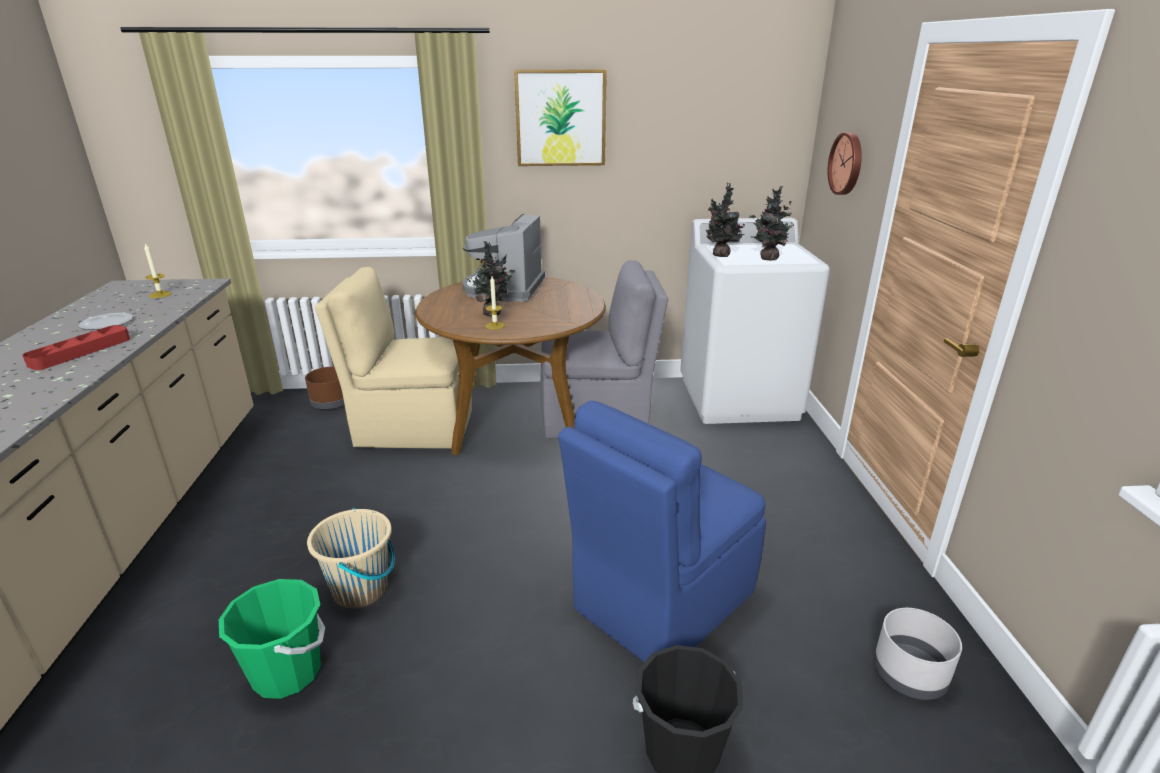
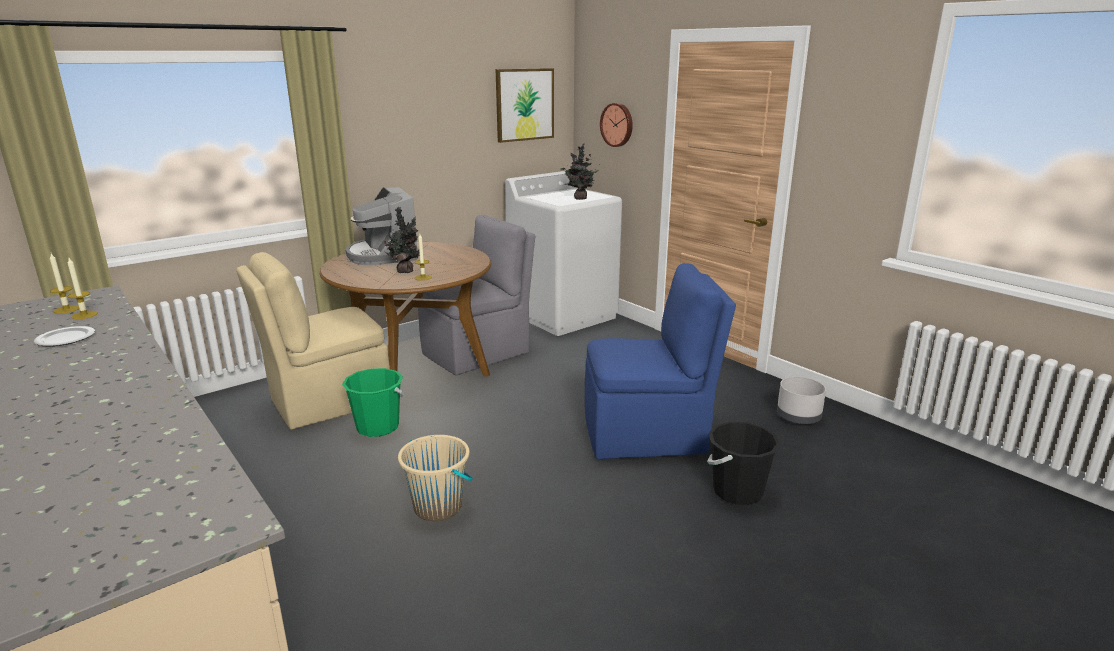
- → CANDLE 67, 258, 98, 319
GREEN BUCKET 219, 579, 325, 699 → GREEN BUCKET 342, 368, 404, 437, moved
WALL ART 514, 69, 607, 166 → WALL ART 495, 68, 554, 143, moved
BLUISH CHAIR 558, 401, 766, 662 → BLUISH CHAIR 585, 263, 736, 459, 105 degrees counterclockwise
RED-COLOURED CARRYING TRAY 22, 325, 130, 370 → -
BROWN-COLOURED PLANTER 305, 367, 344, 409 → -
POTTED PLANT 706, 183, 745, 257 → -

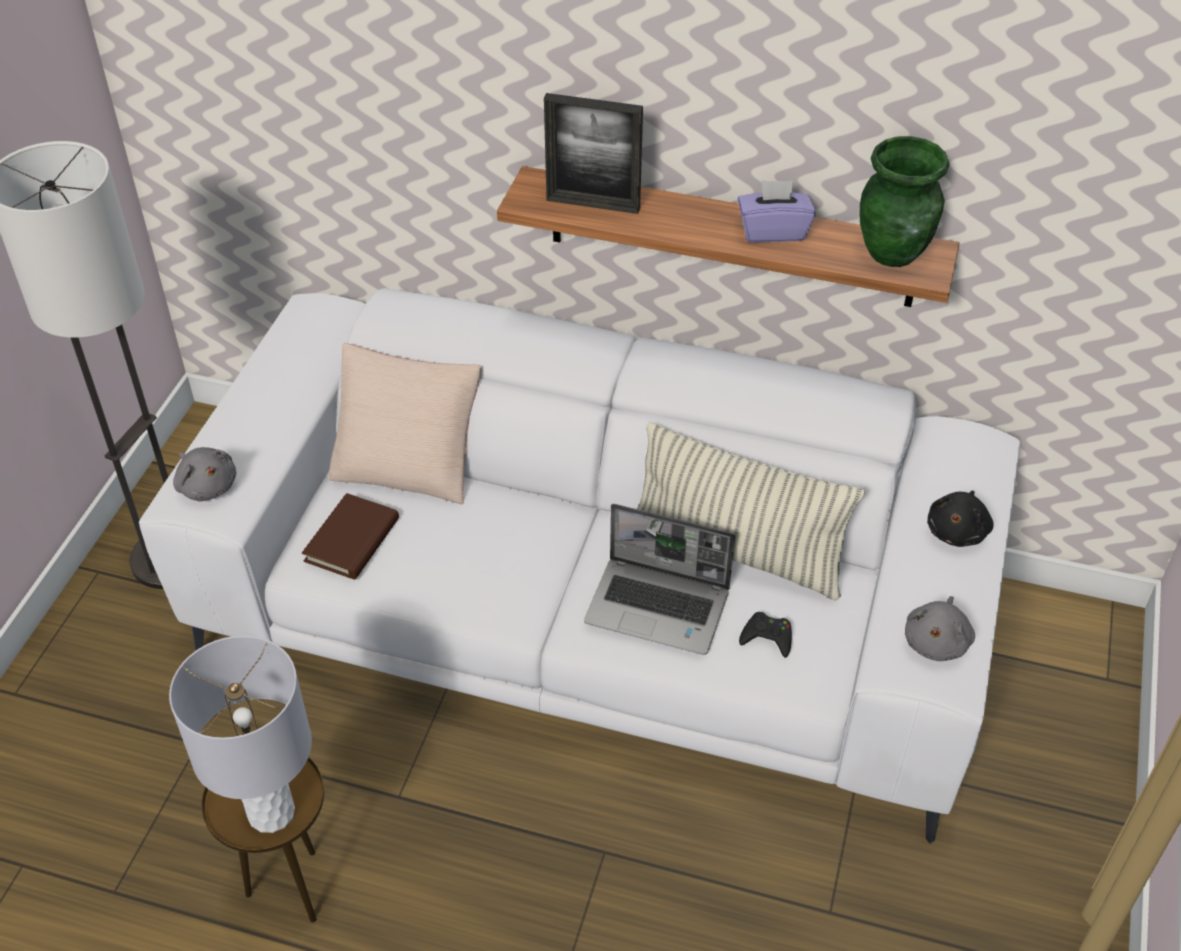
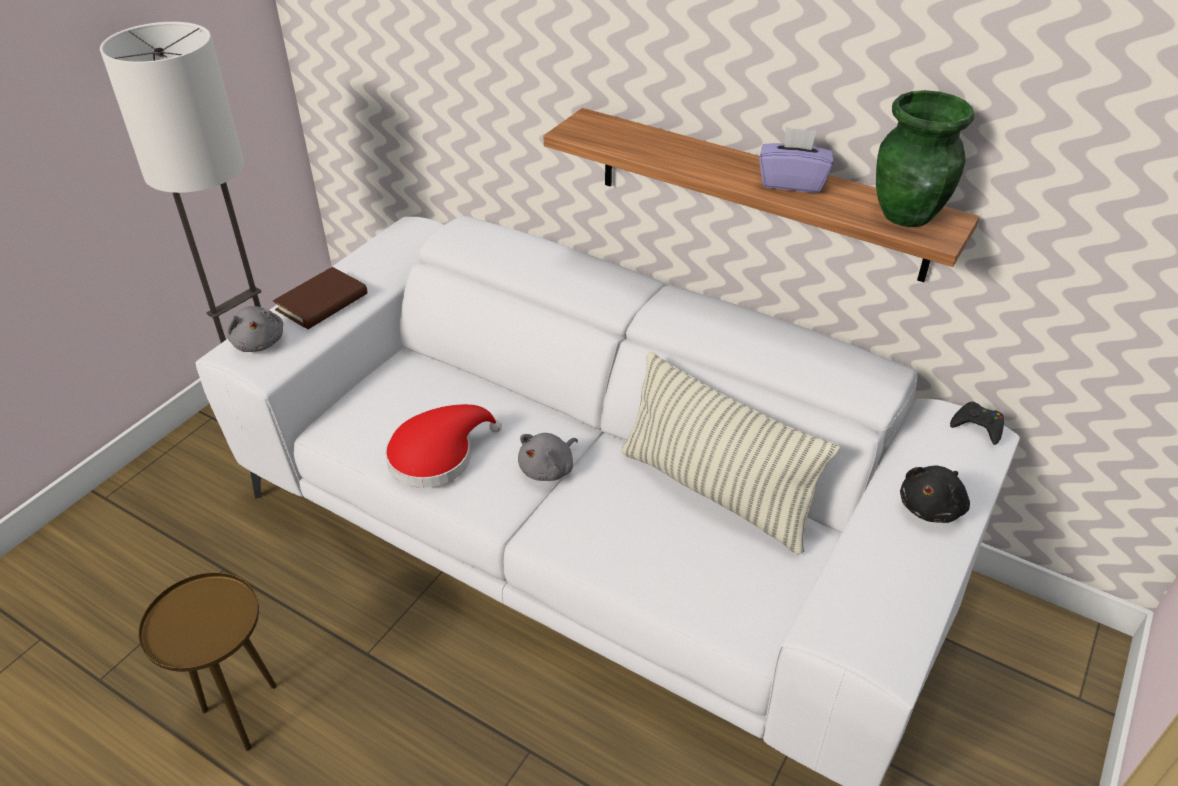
BROWN-COLOURED BOOK 302, 493, 399, 580 → BROWN-COLOURED BOOK 273, 267, 367, 329, moved
- → RED-COLOURED WEARABLE HAT 385, 404, 502, 488
GREYISH SOFT TOY 905, 596, 975, 661 → GREYISH SOFT TOY 518, 433, 578, 481, moved
BLACK-COLOURED GAME CONTROLLER 739, 612, 792, 658 → BLACK-COLOURED GAME CONTROLLER 950, 401, 1004, 445, moved
GREYISH LAMP FOR A TABLE 169, 635, 312, 833 → -
SAND-COLOURED CUSHION 329, 343, 482, 504 → -
PHOTO FRAME 544, 93, 643, 214 → -
PORTABLE COMPUTER 584, 504, 735, 655 → -

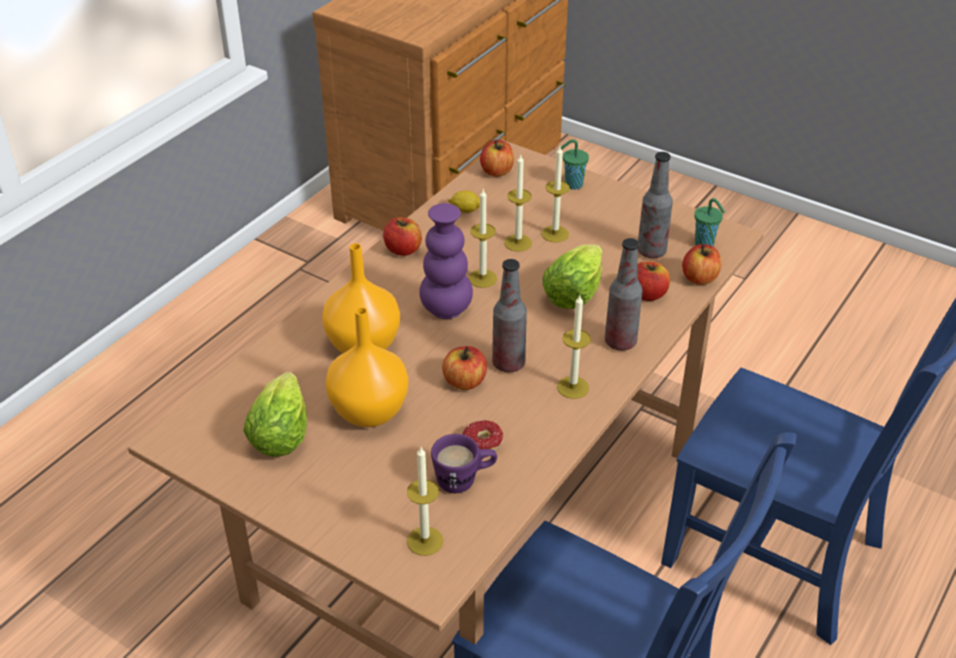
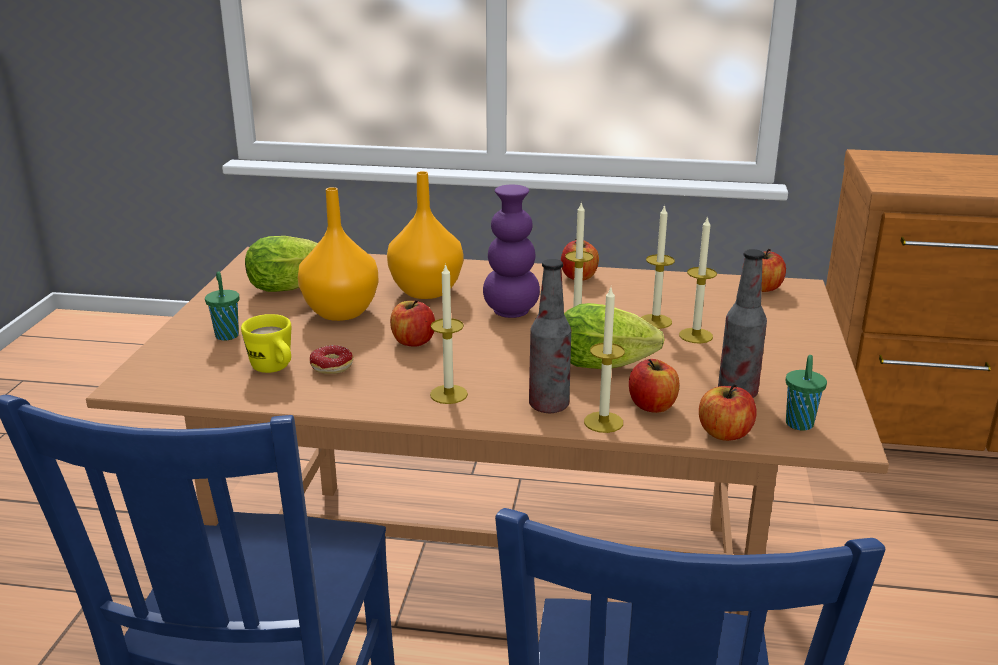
GREEN SMALL CUP 561, 139, 589, 190 → GREEN SMALL CUP 205, 271, 239, 341, moved
PURPLE MUG 431, 434, 497, 493 → YELLOW-COLOURED MUG 241, 314, 291, 373
CANDLE 407, 447, 444, 556 → CANDLE 584, 288, 625, 433, moved
LEMON 448, 191, 480, 213 → -
BEVERAGE BOTTLE 492, 259, 527, 372 → -

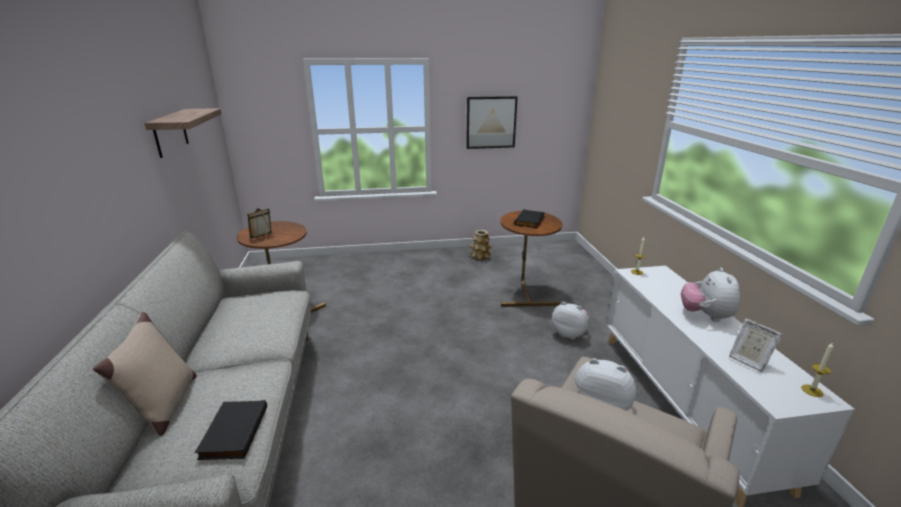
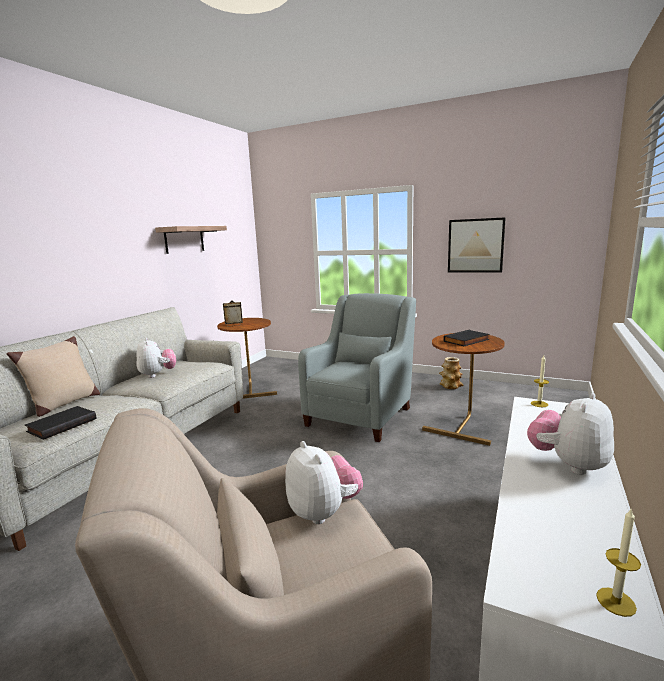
SOFT TOY 552, 302, 589, 340 → SOFT TOY 136, 338, 176, 378, moved
- → GREYISH LOUNGE CHAIR 298, 293, 416, 442
PHOTO FRAME 729, 319, 782, 372 → -

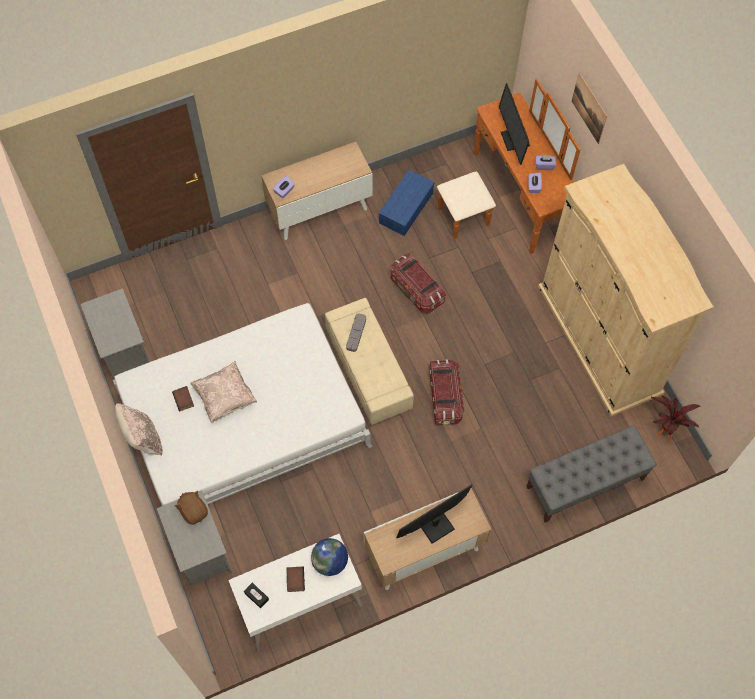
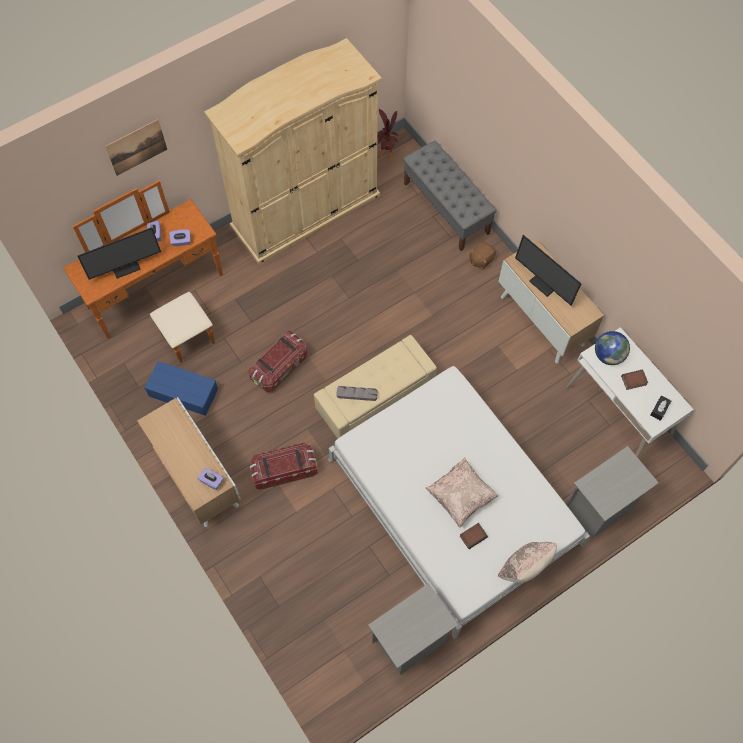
STORAGE CONTAINER 429, 359, 464, 426 → STORAGE CONTAINER 250, 442, 318, 490, moved
BROWN-COLOURED SOFT TOY 175, 491, 208, 525 → BROWN-COLOURED SOFT TOY 469, 242, 496, 270, moved

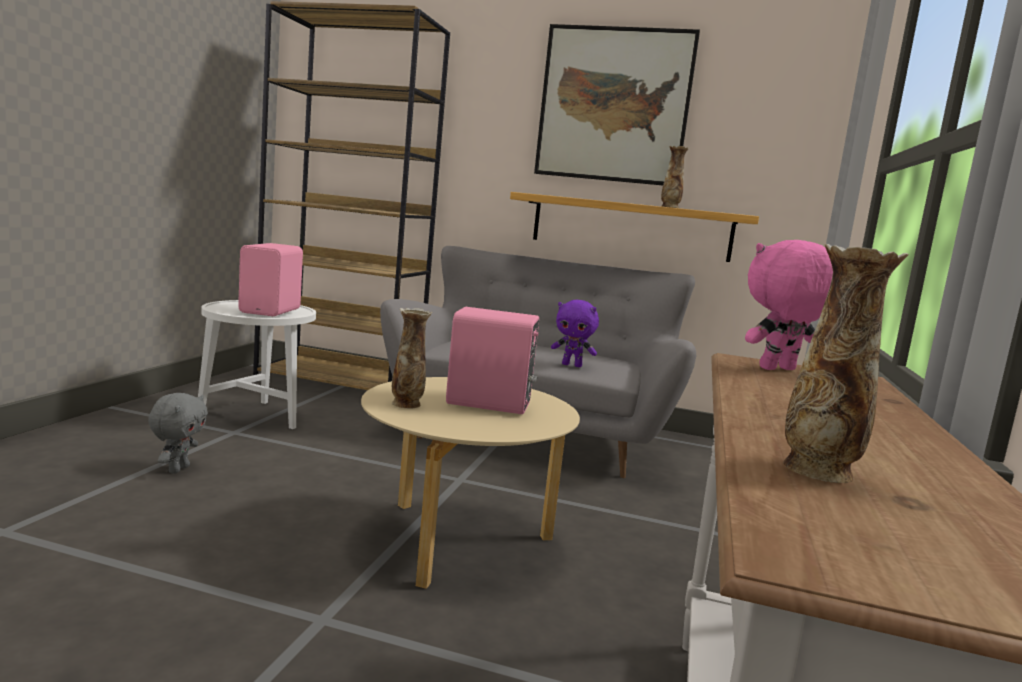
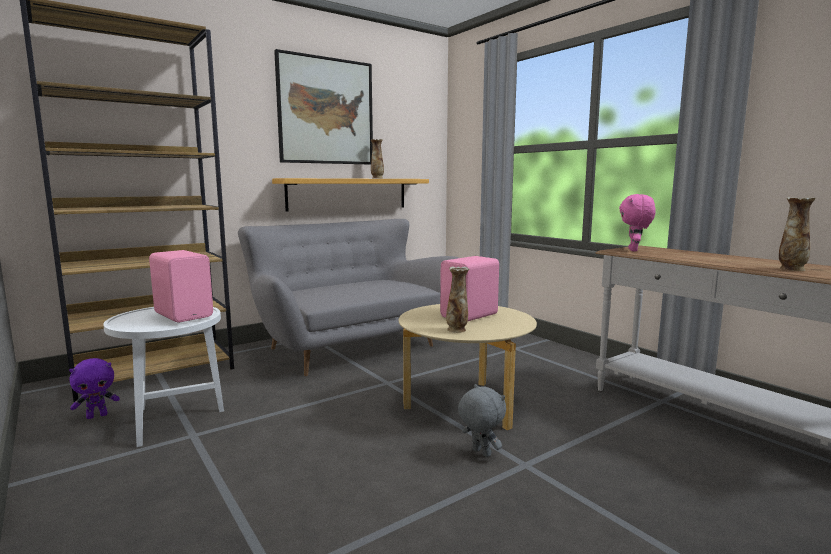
PURPLE SOFT TOY 551, 300, 599, 367 → PURPLE SOFT TOY 69, 358, 120, 419, moved
GREYISH SOFT TOY 148, 393, 208, 474 → GREYISH SOFT TOY 458, 384, 506, 457, moved

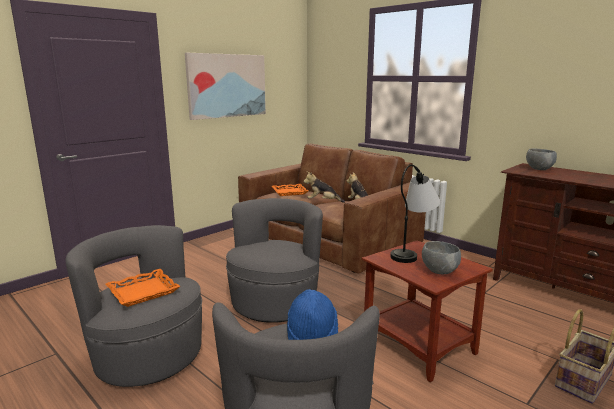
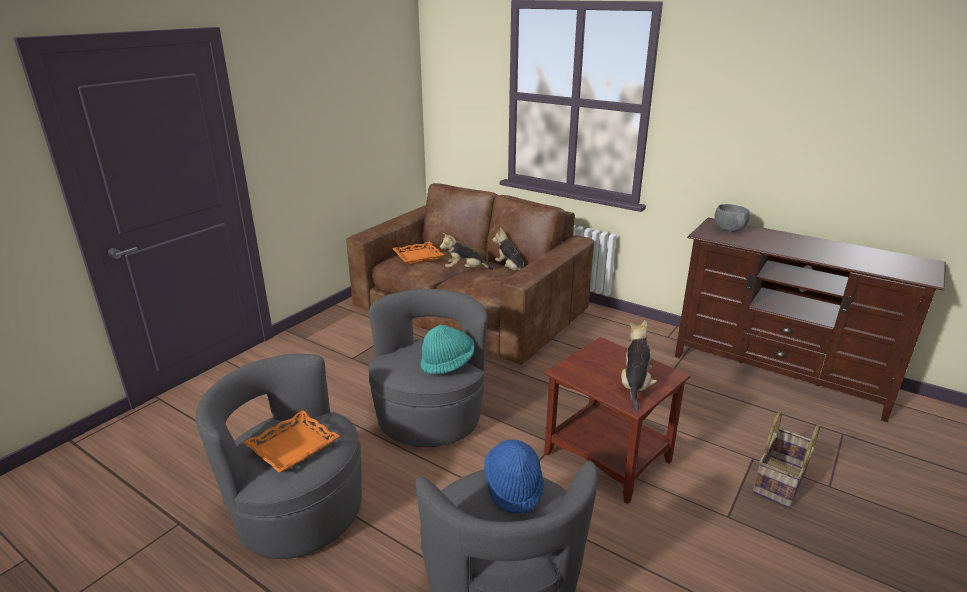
- → TURQUOISE-COLOURED WEARABLE HAT 420, 325, 474, 374
GREYISH BOWL 422, 241, 461, 274 → SOFT TOY 621, 320, 657, 411
WALL ART 185, 53, 266, 120 → -
LAMP FOR A TABLE 390, 164, 440, 263 → -

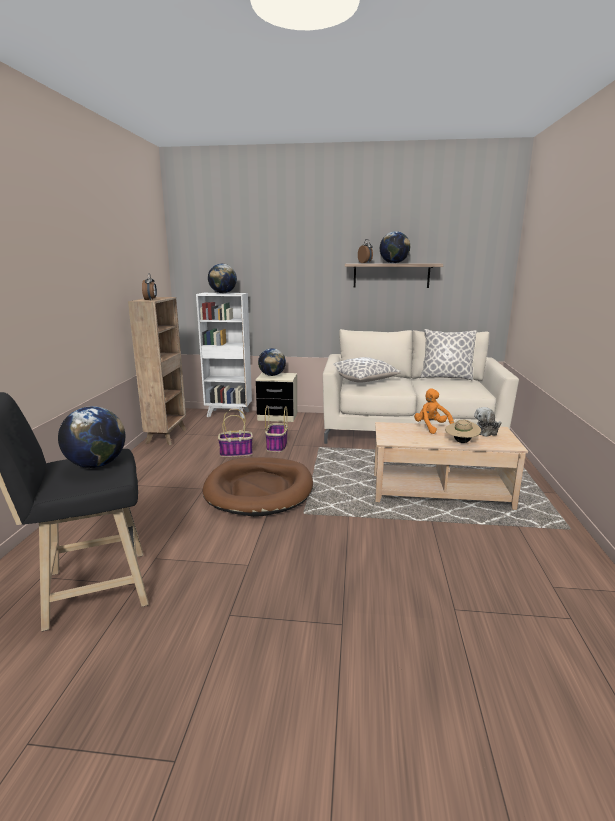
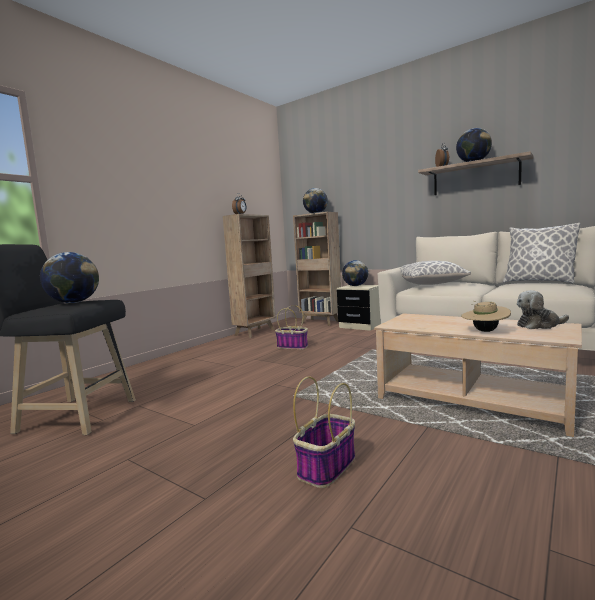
WHITISH BOOKCASE 196, 293, 252, 419 → BROWN-COLOURED BOOKCASE 293, 212, 341, 326
STORAGE BASKET 265, 405, 288, 452 → STORAGE BASKET 293, 376, 355, 488, moved
BROWN-COLOURED DOG BED 203, 457, 313, 517 → -
ORANGEY SOFT TOY 414, 388, 454, 434 → -

